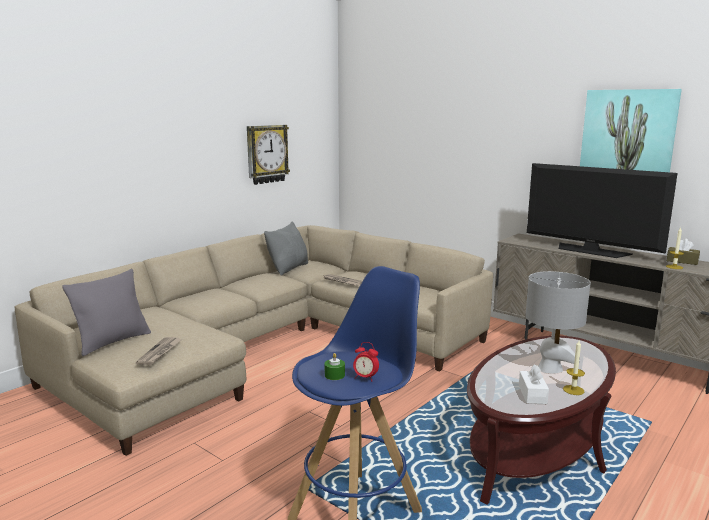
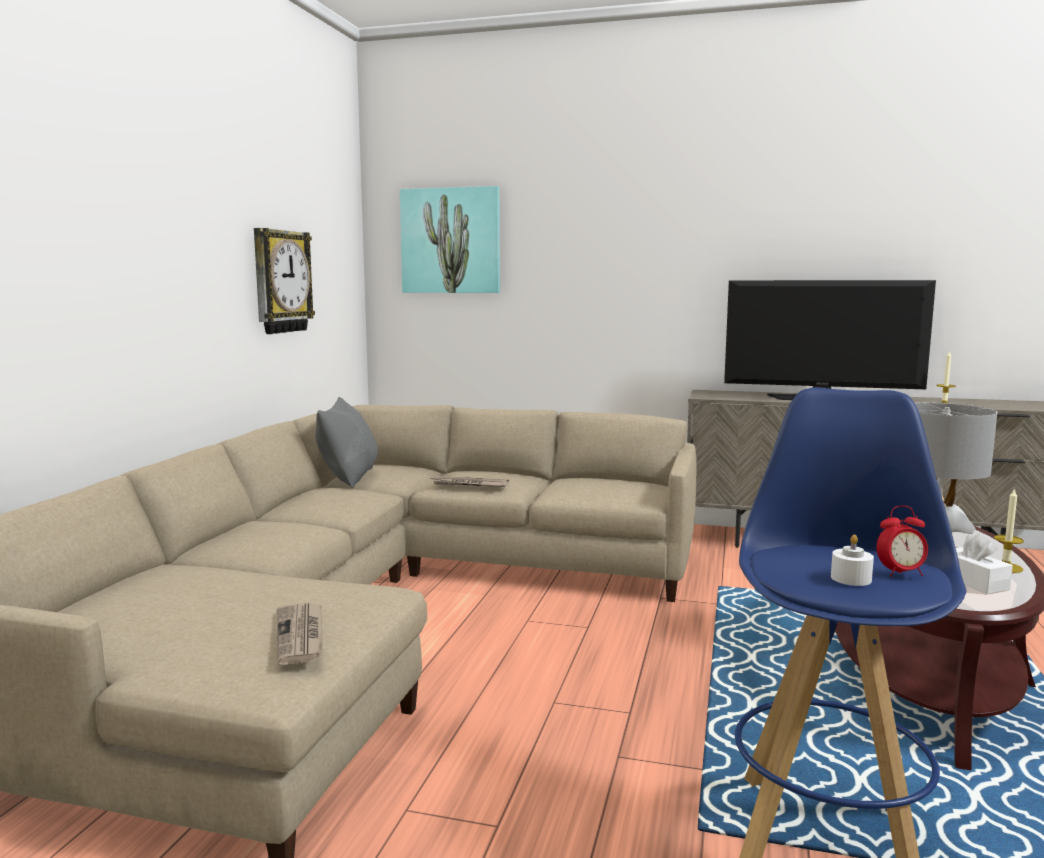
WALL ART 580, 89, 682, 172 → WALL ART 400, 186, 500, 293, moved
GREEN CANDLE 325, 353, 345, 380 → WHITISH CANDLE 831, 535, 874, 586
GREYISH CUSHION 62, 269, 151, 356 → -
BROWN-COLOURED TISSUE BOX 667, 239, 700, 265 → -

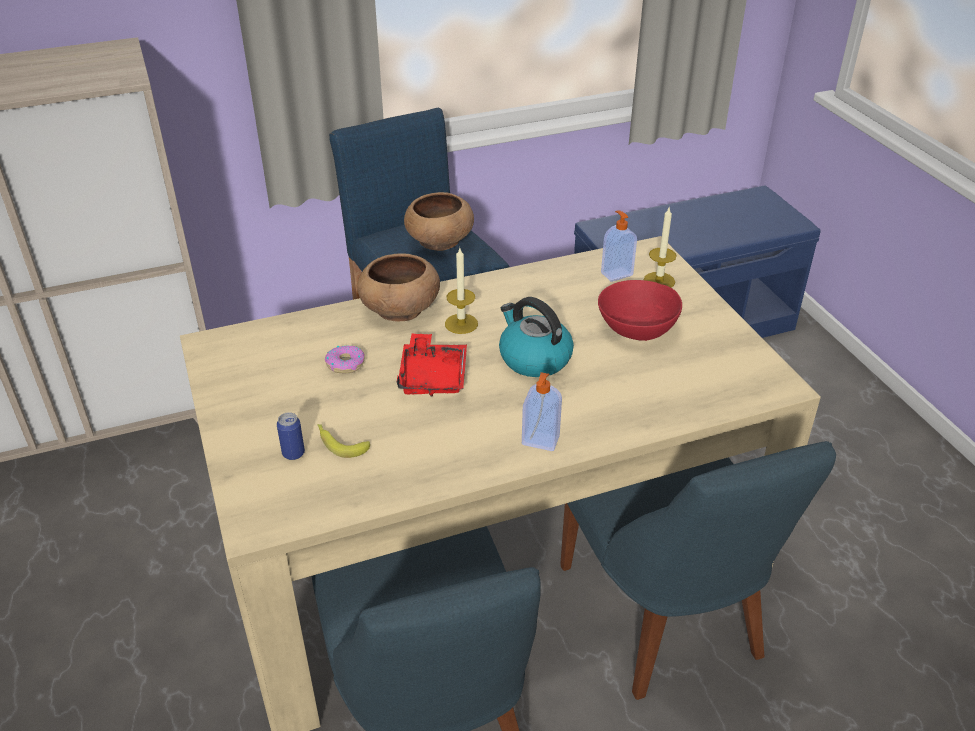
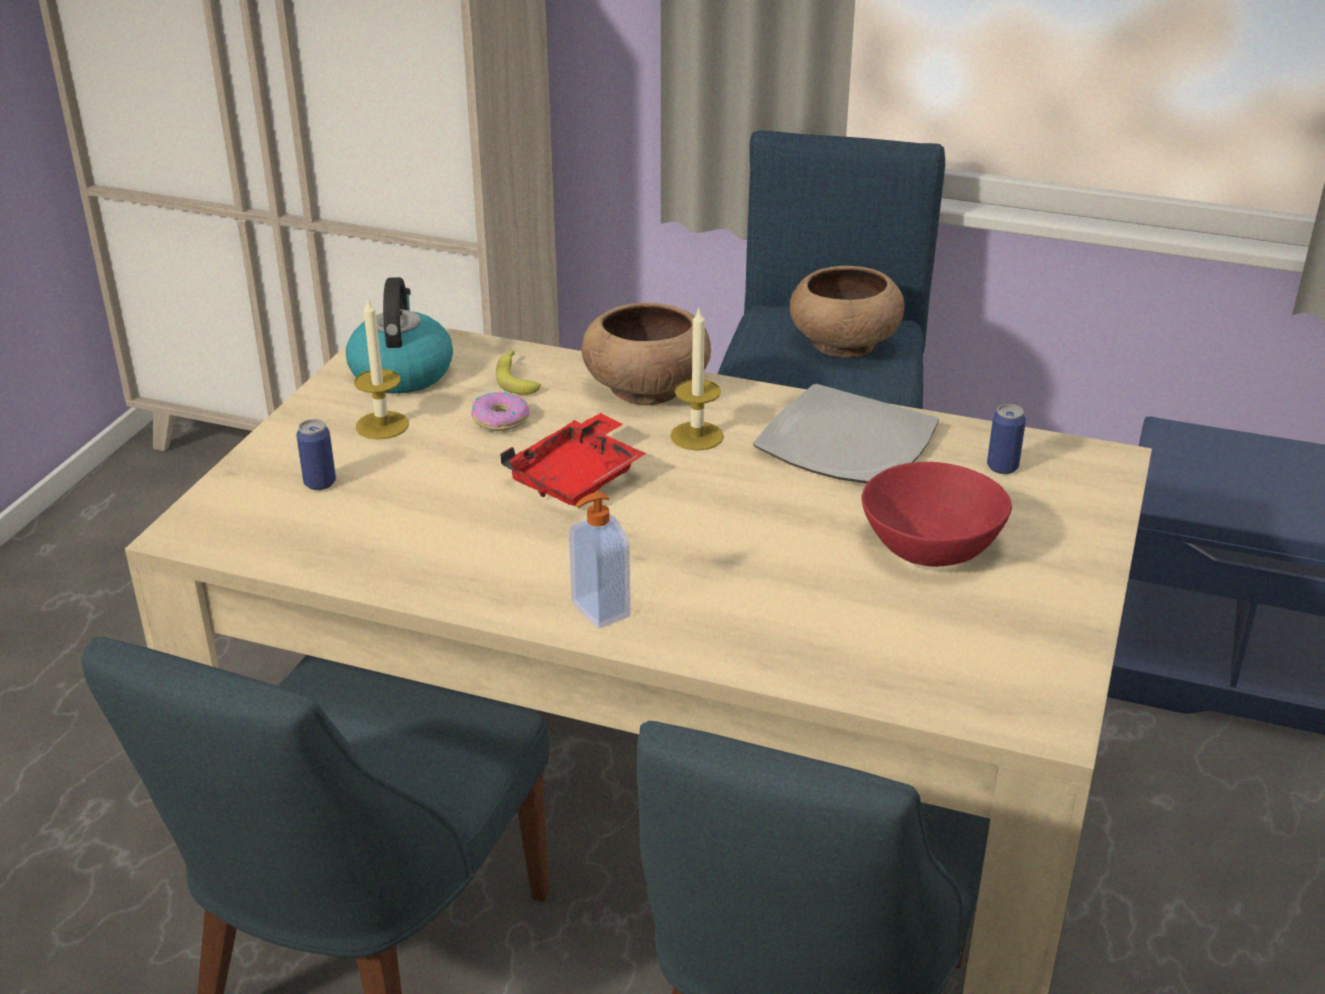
WATER KETTLE 499, 297, 574, 377 → WATER KETTLE 346, 277, 453, 394, moved
CANDLE 643, 208, 677, 288 → CANDLE 354, 299, 409, 439, moved
WHOLE BANANA 317, 424, 370, 458 → WHOLE BANANA 496, 349, 541, 395, moved
- → FLAT DISH 753, 384, 939, 483
LIQUID SOAP BOTTLE 601, 210, 637, 282 → SEALED CAN 987, 404, 1026, 474

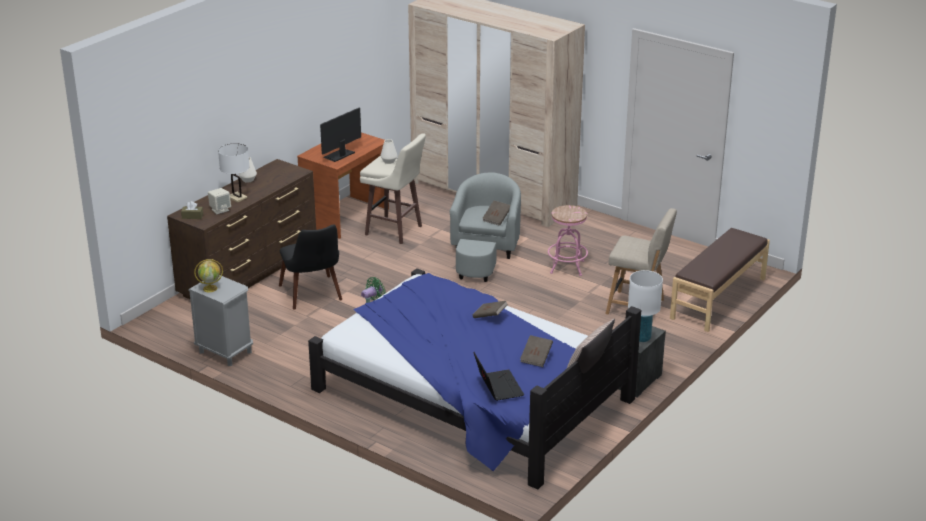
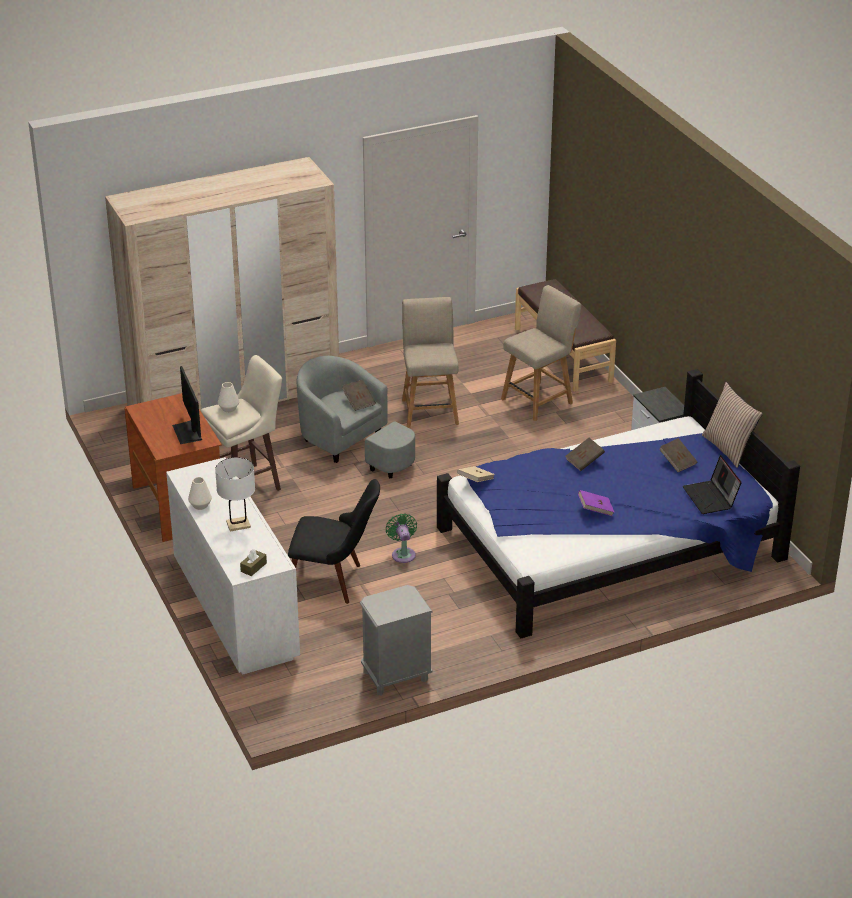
BROWN-COLOURED CHEST OF DRAWERS 167, 159, 316, 299 → WHITISH CHEST OF DRAWERS 166, 457, 300, 675
PINKISH SITTING STOOL 548, 205, 588, 276 → SAND-COLOURED CHAIR 402, 297, 459, 428
- → SAND-COLOURED BOOK 457, 466, 495, 482
- → PURPLE BOOK 578, 490, 614, 516
PORTABLE COMPUTER 473, 352, 524, 401 → PORTABLE COMPUTER 682, 455, 742, 514, 120 degrees counterclockwise
WORLD GLOBE 194, 259, 223, 292 → -
SAND-COLOURED SPEAKER 208, 188, 231, 214 → -
WHITISH LAMP FOR A TABLE 628, 270, 663, 342 → -

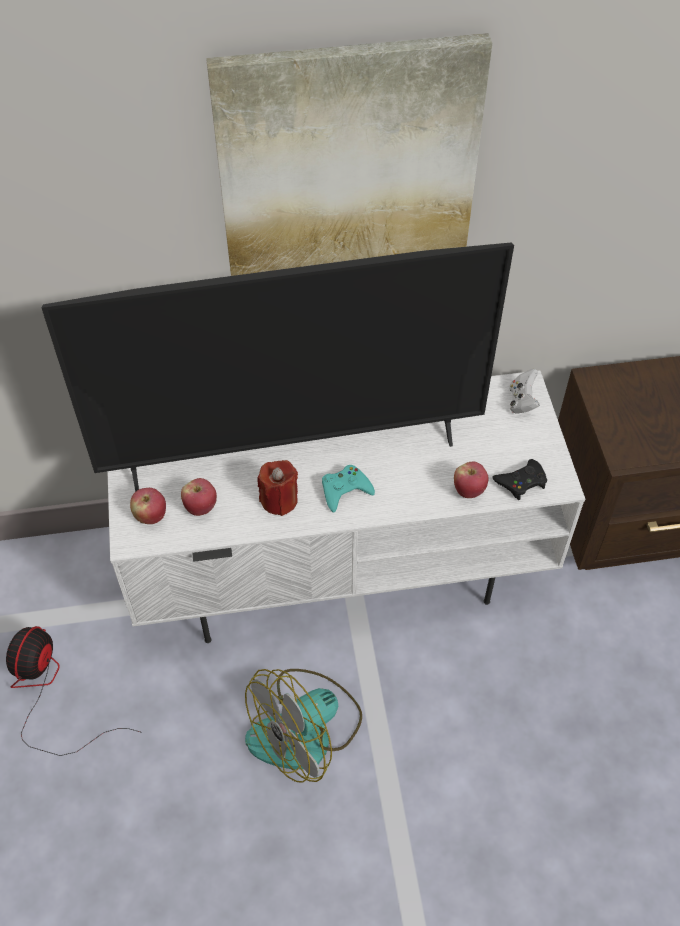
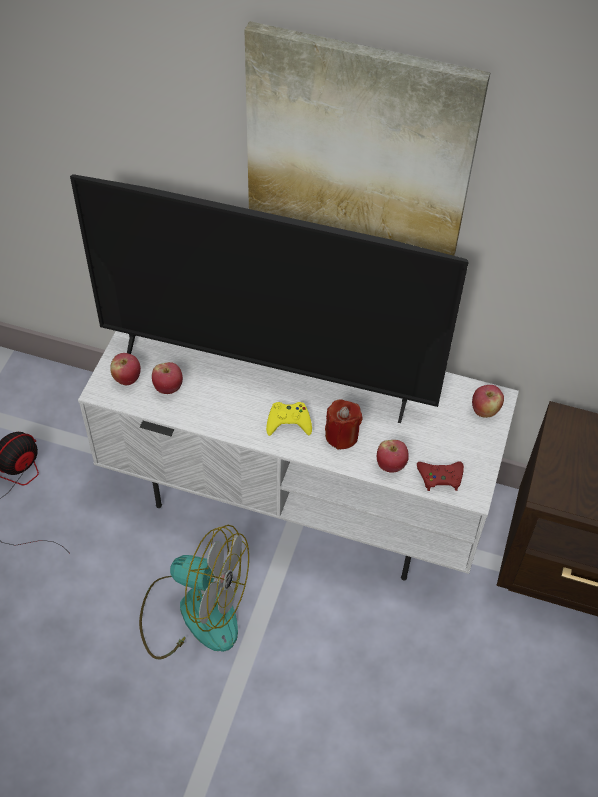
COOLING FAN 245, 669, 362, 783 → COOLING FAN 139, 525, 249, 659, 150 degrees counterclockwise
TURQUOISE-COLOURED GAME CONTROLLER 322, 465, 375, 512 → YELLOW-COLOURED GAME CONTROLLER 266, 402, 312, 436
RED-COLOURED CANDLE 257, 460, 298, 516 → RED-COLOURED CANDLE 325, 399, 362, 450, moved
BLACK-COLOURED GAME CONTROLLER 492, 459, 547, 500 → RED-COLOURED GAME CONTROLLER 417, 461, 464, 491
WHITISH GAME CONTROLLER 510, 369, 540, 414 → APPLE FRUIT 472, 385, 504, 418

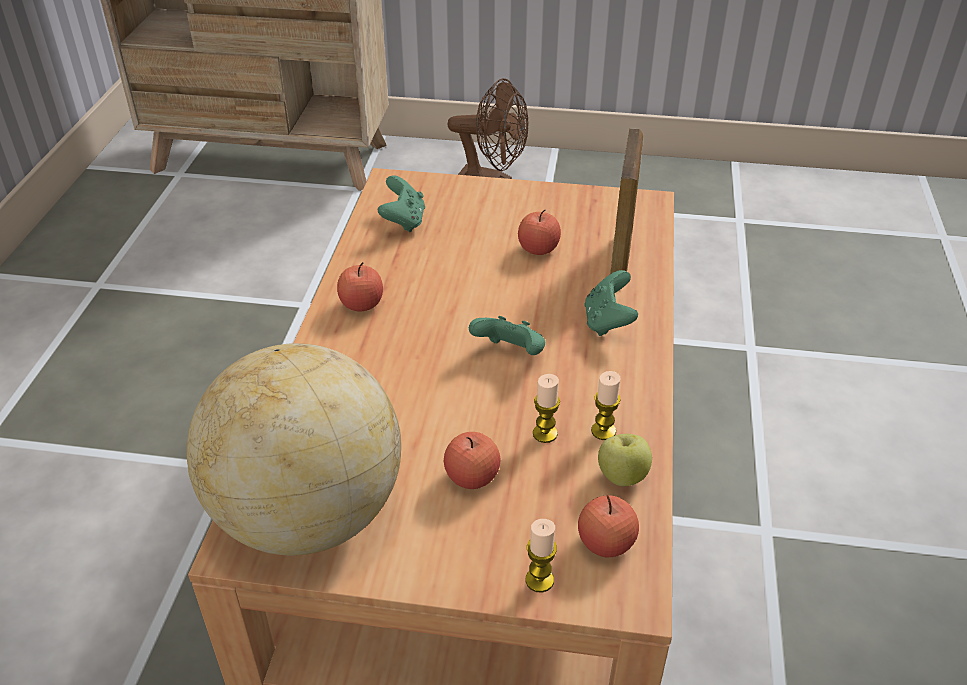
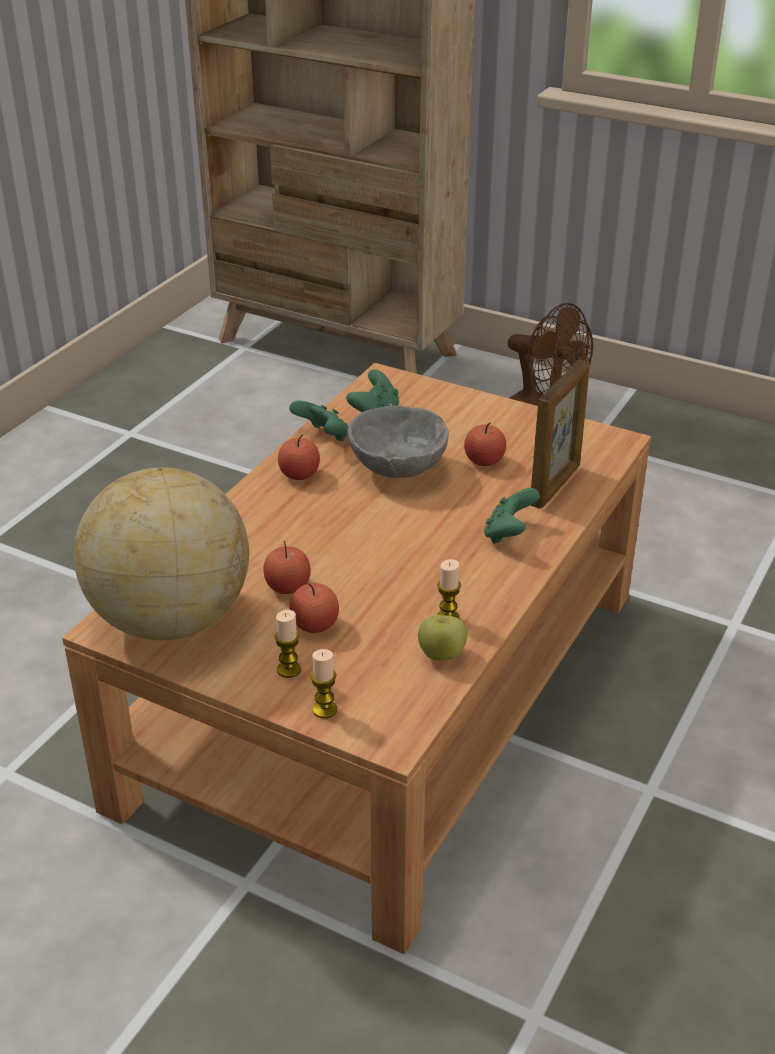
APPLE FRUIT 578, 495, 639, 558 → APPLE FRUIT 263, 541, 311, 594, moved
CANDLE 533, 374, 560, 443 → CANDLE 275, 610, 301, 678, moved
GREEN GAME CONTROLLER 469, 316, 545, 355 → GREEN GAME CONTROLLER 289, 400, 348, 441, moved
- → GREYISH BOWL 347, 406, 449, 478

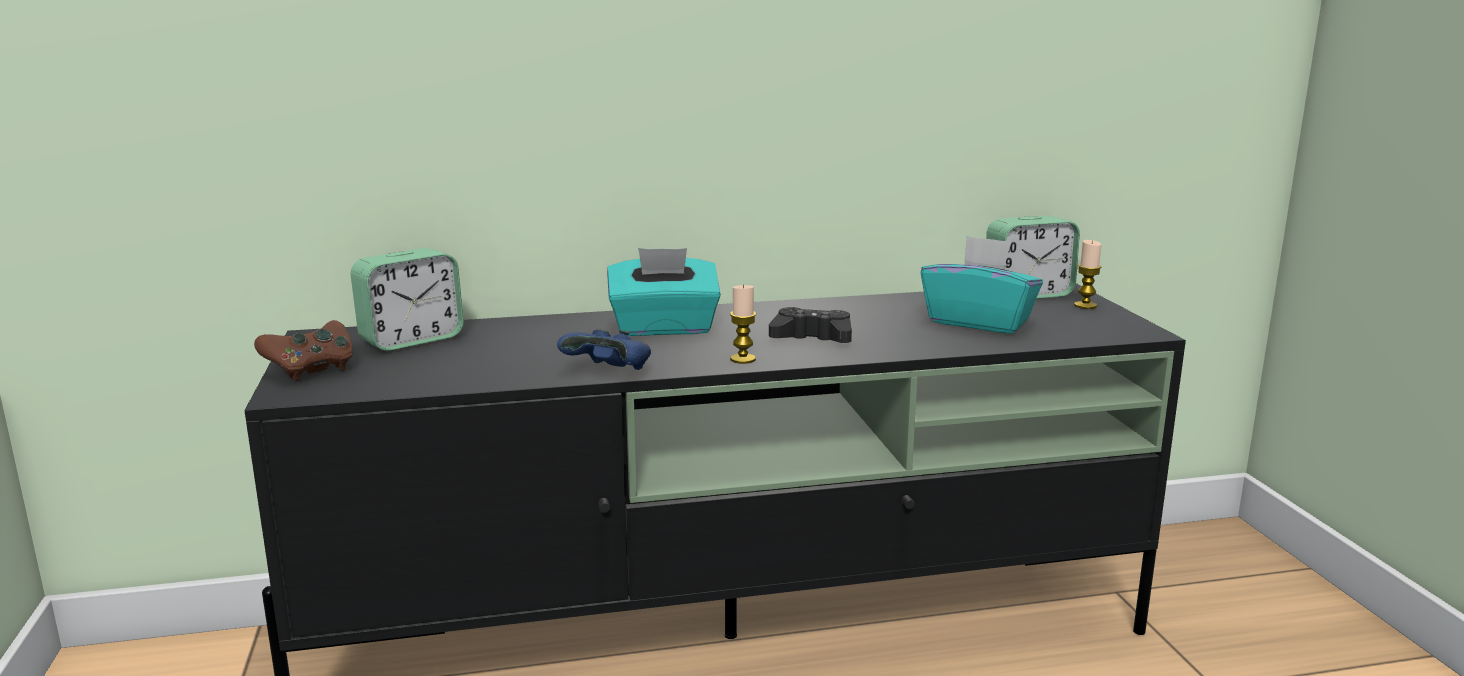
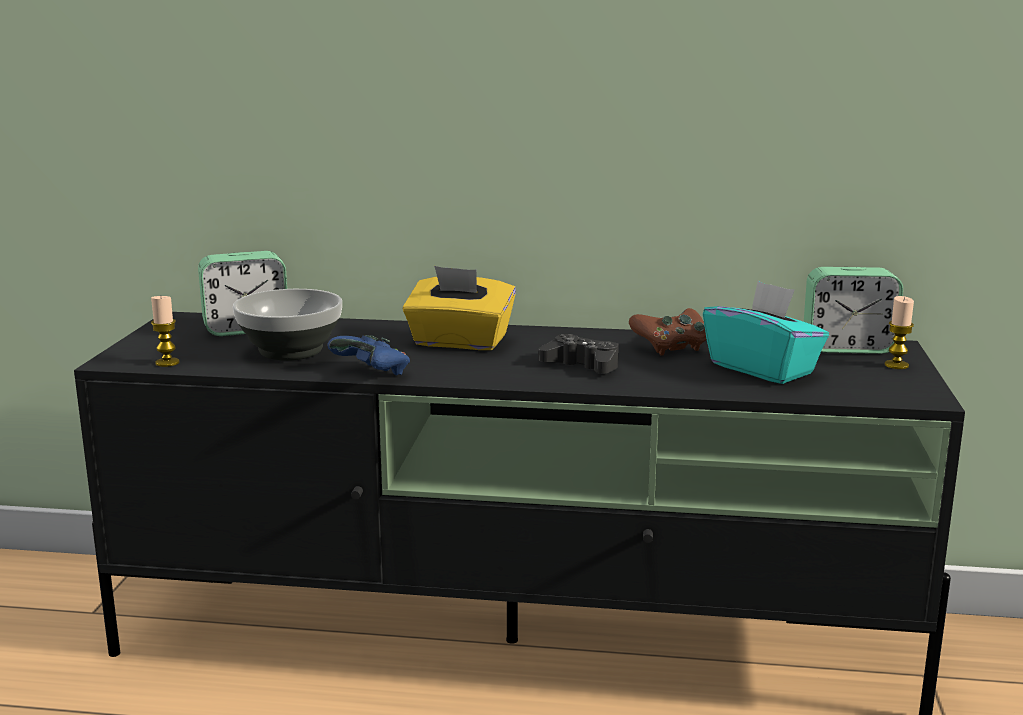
CANDLE 730, 284, 756, 364 → CANDLE 151, 296, 179, 367, moved
- → BOWL 233, 289, 342, 361
TURQUOISE-COLOURED TISSUE BOX 607, 248, 721, 336 → YELLOW-COLOURED TISSUE BOX 403, 266, 516, 350
BROWN-COLOURED GAME CONTROLLER 254, 320, 353, 381 → BROWN-COLOURED GAME CONTROLLER 629, 308, 707, 356, moved

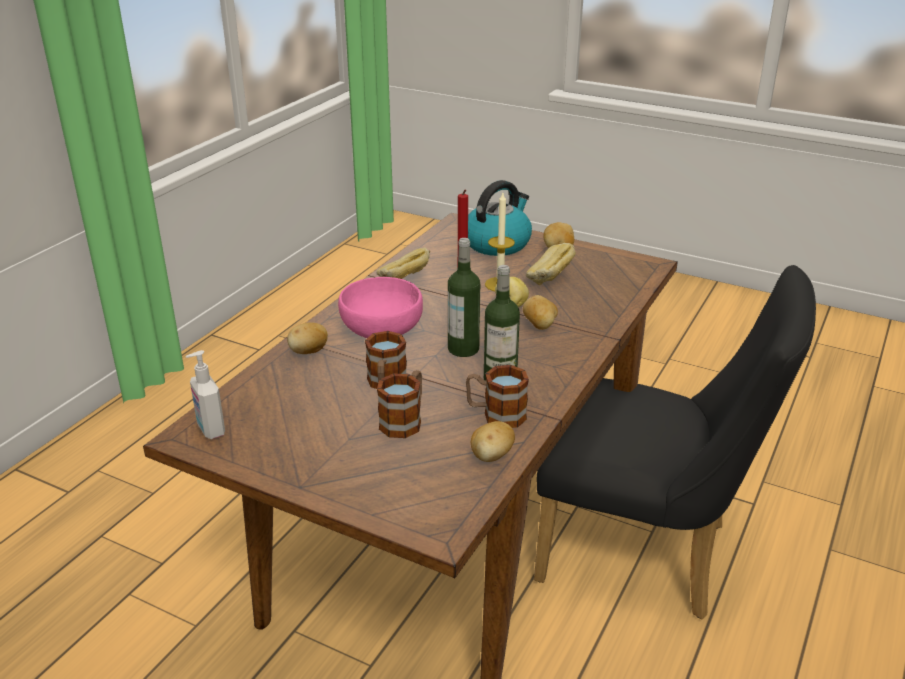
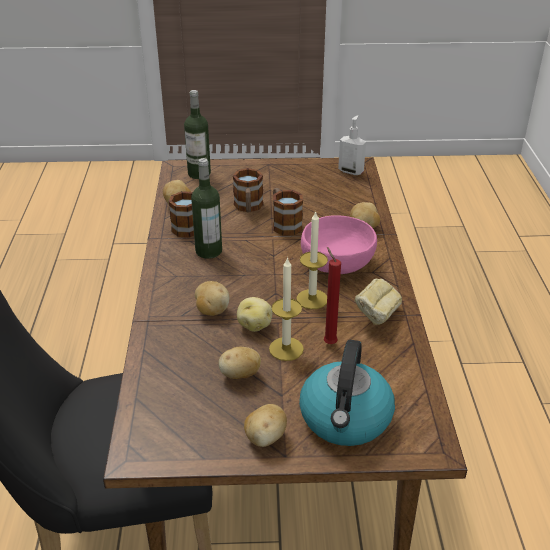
BEVERAGE BOTTLE 448, 238, 480, 357 → BEVERAGE BOTTLE 184, 90, 211, 179, moved
BAKED BREAD 526, 243, 576, 285 → WHOLE POTATO 218, 347, 261, 379
- → CANDLE 296, 211, 328, 309

